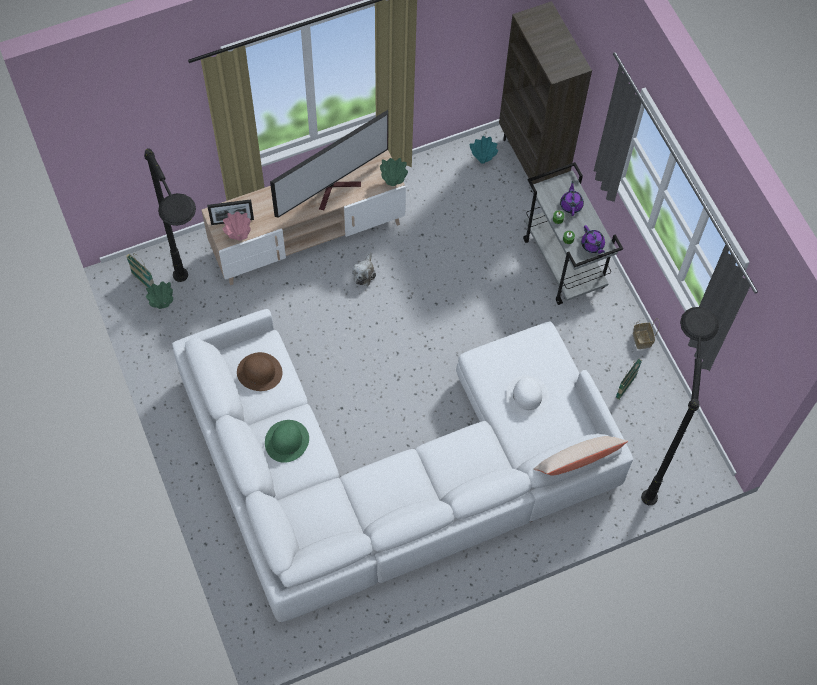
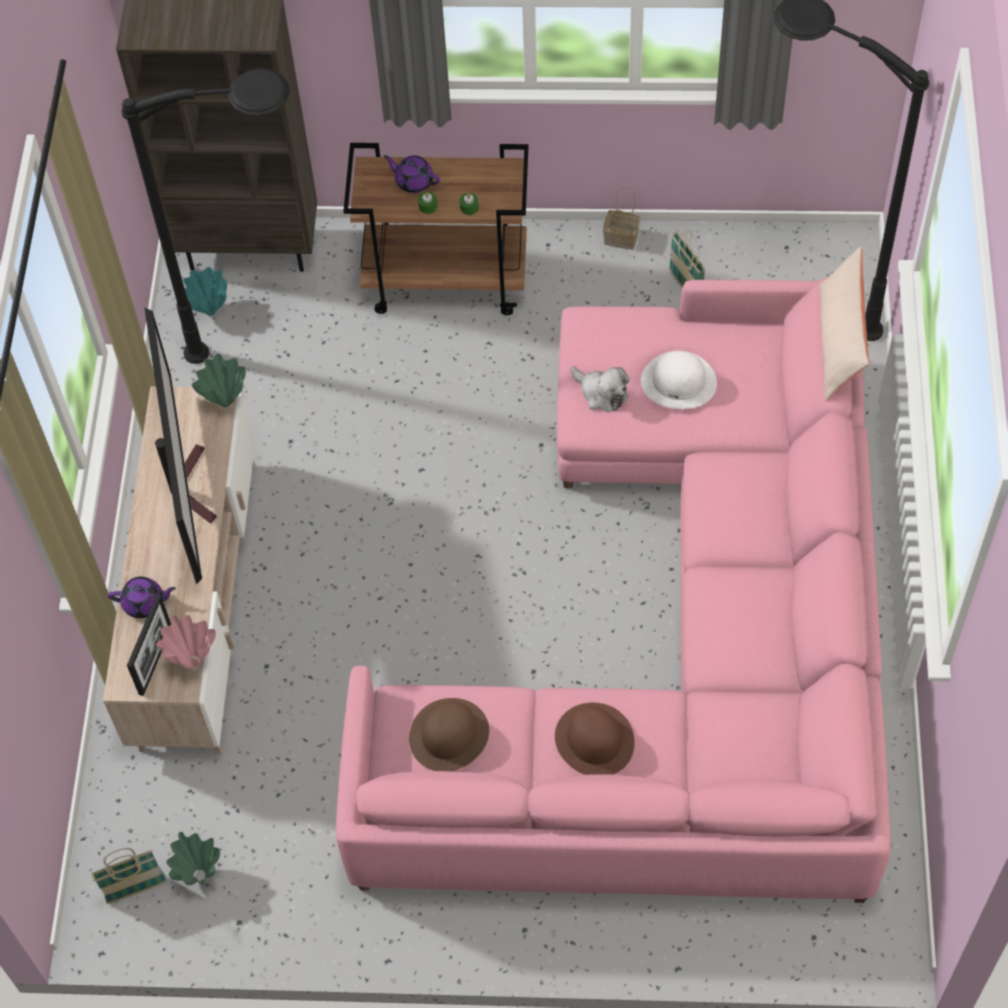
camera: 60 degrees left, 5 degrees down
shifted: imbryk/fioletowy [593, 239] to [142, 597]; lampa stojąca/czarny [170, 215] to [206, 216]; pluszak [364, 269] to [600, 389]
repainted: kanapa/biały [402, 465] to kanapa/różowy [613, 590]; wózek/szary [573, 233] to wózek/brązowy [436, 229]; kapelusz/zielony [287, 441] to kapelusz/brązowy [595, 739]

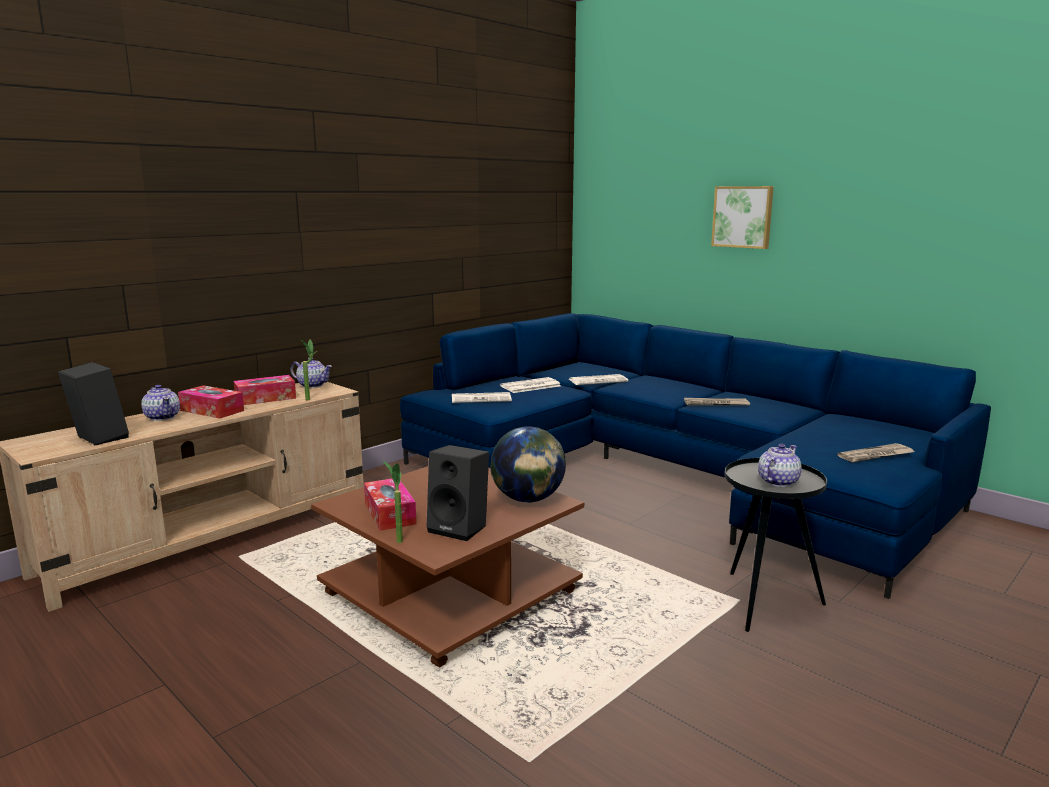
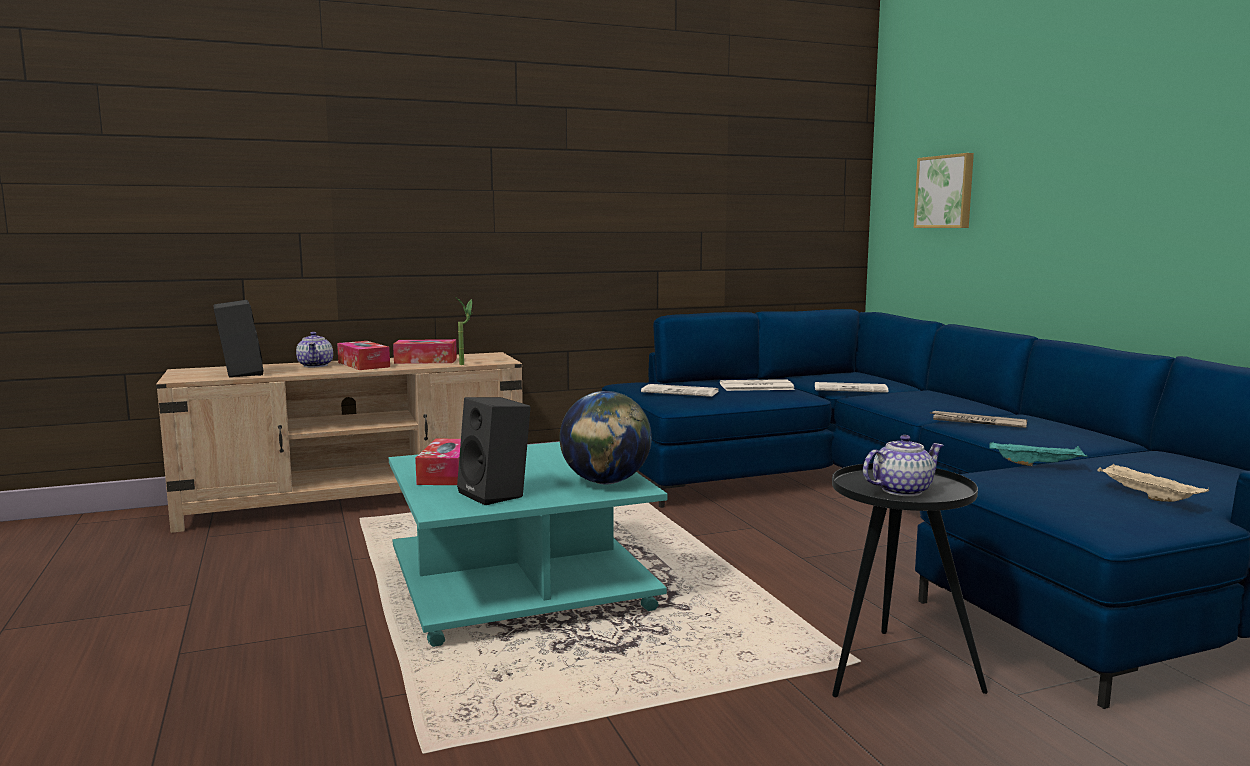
camera: 25 degrees right, 5 degrees down
gone: imbryk [311, 372]; roślina doniczkowa [393, 502]
new: taca/turkusowy [1038, 453]
shifted: obraz [742, 217] to [944, 190]
swapped: gazeta [876, 452] to taca/beżowy [1153, 482]
repainted: ława/brązowy [447, 566] to ława/turkusowy [528, 544]

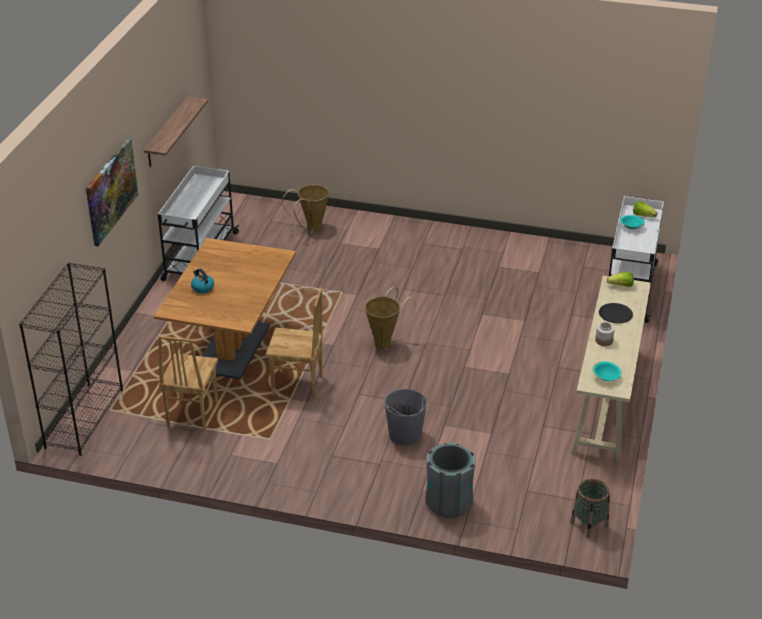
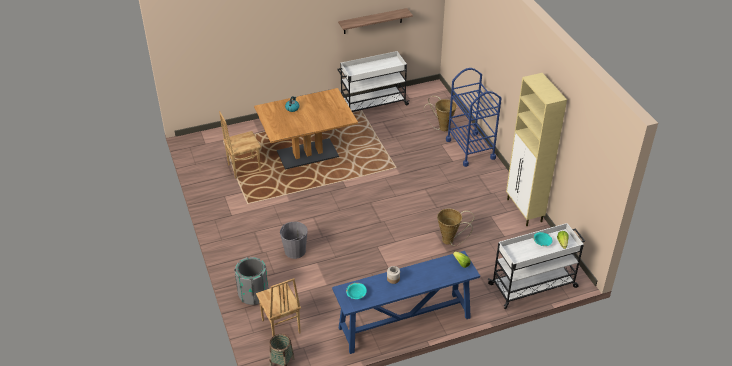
camera: 55 degrees right, 5 degrees up
gone: regał/czarny [71, 359]; obraz [112, 192]; talerz/czarny [616, 313]
new: wózek/niebieski [473, 117]; szafka/beżowy [536, 149]
shifted: krzesło/brązowy [294, 343] to [278, 307]; koszyk [390, 318] to [455, 227]
repainted: stolik konsolowy/beżowy [611, 369] to stolik konsolowy/niebieski [406, 302]

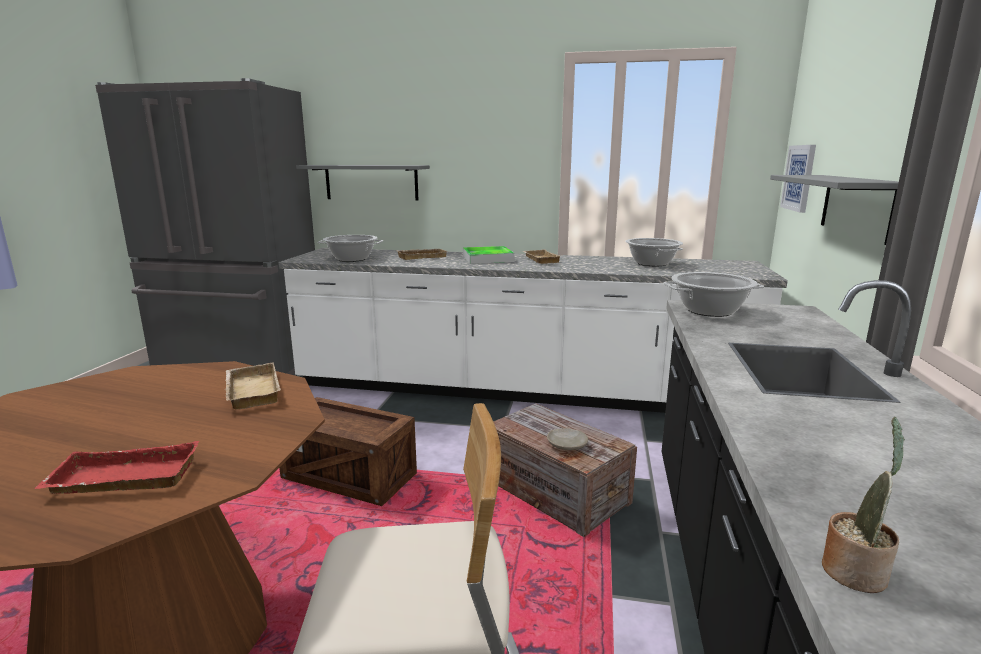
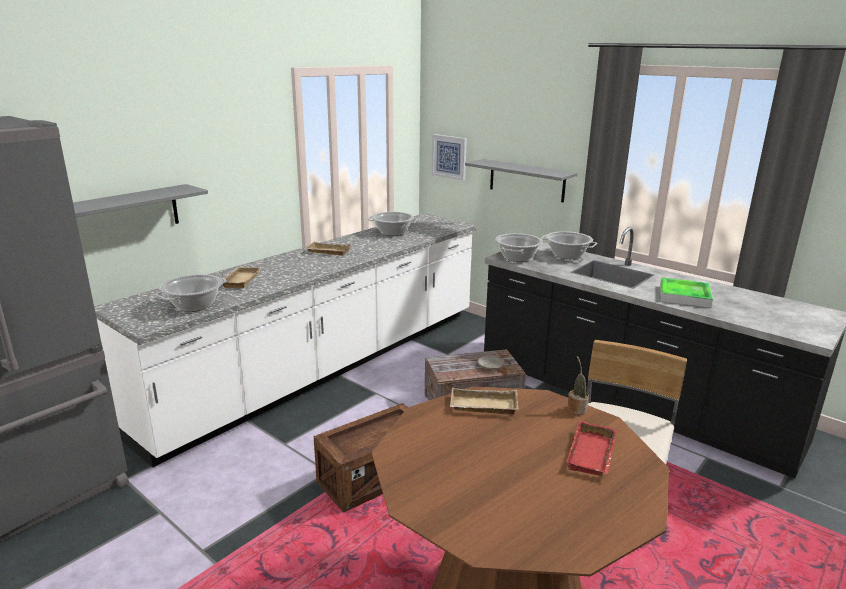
camera: 60 degrees left, 5 degrees up
new: garnek [569, 245]
shifted: roślina doniczkowa [863, 505] to [578, 385]; taca [489, 255] to [686, 292]

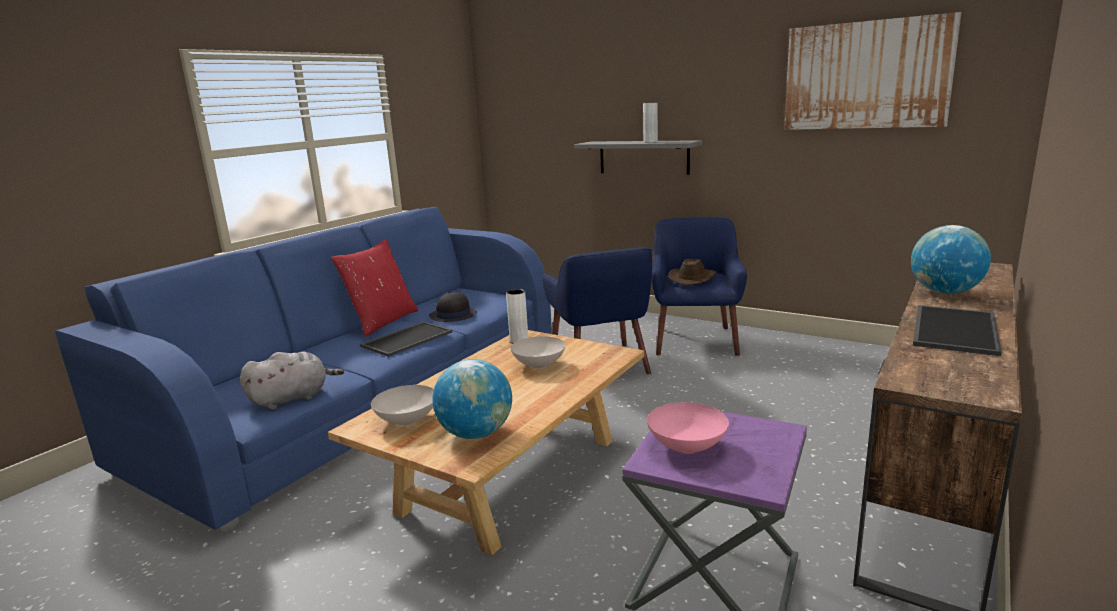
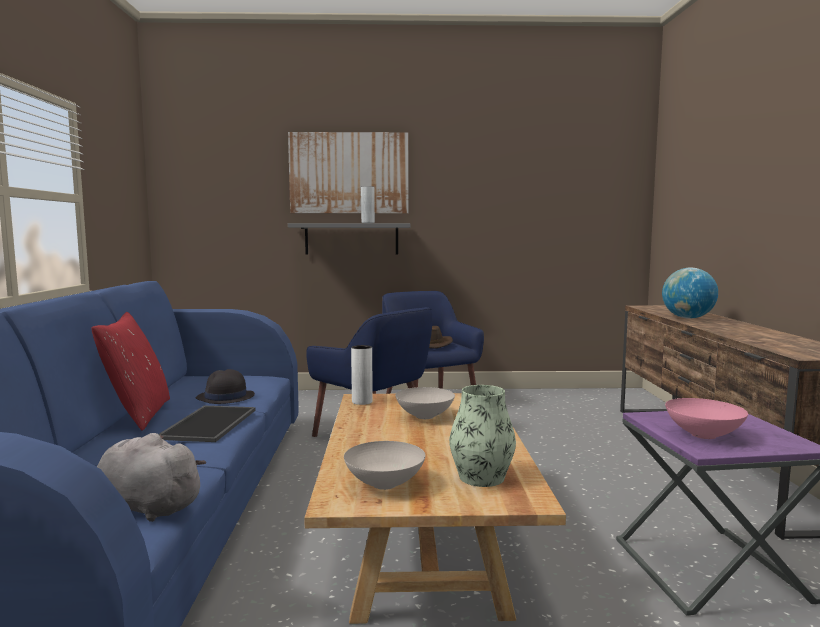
camera: 35 degrees left, 10 degrees down
gone: taca [957, 330]
shifted: obraz [873, 71] to [348, 172]
swapped: globus [472, 399] to wazon [482, 436]
rotated: pluszak/szary [292, 381] = [151, 477] 90 degrees counterclockwise

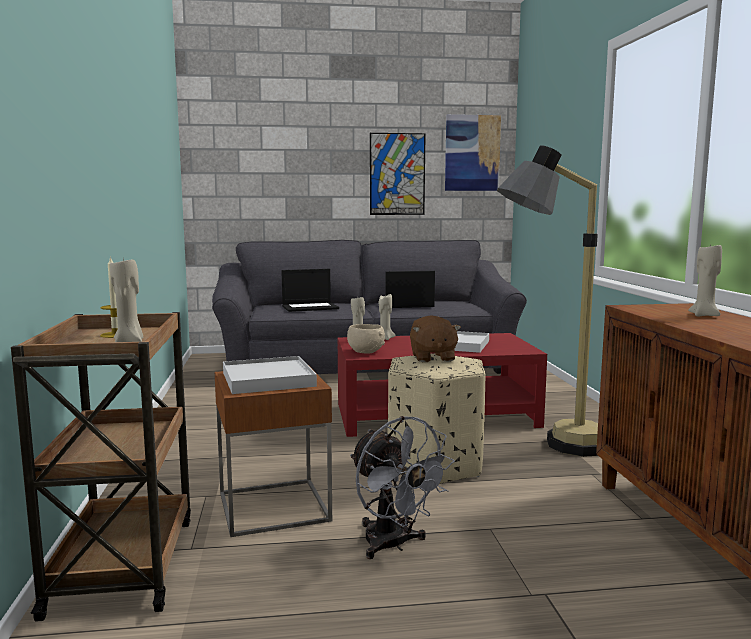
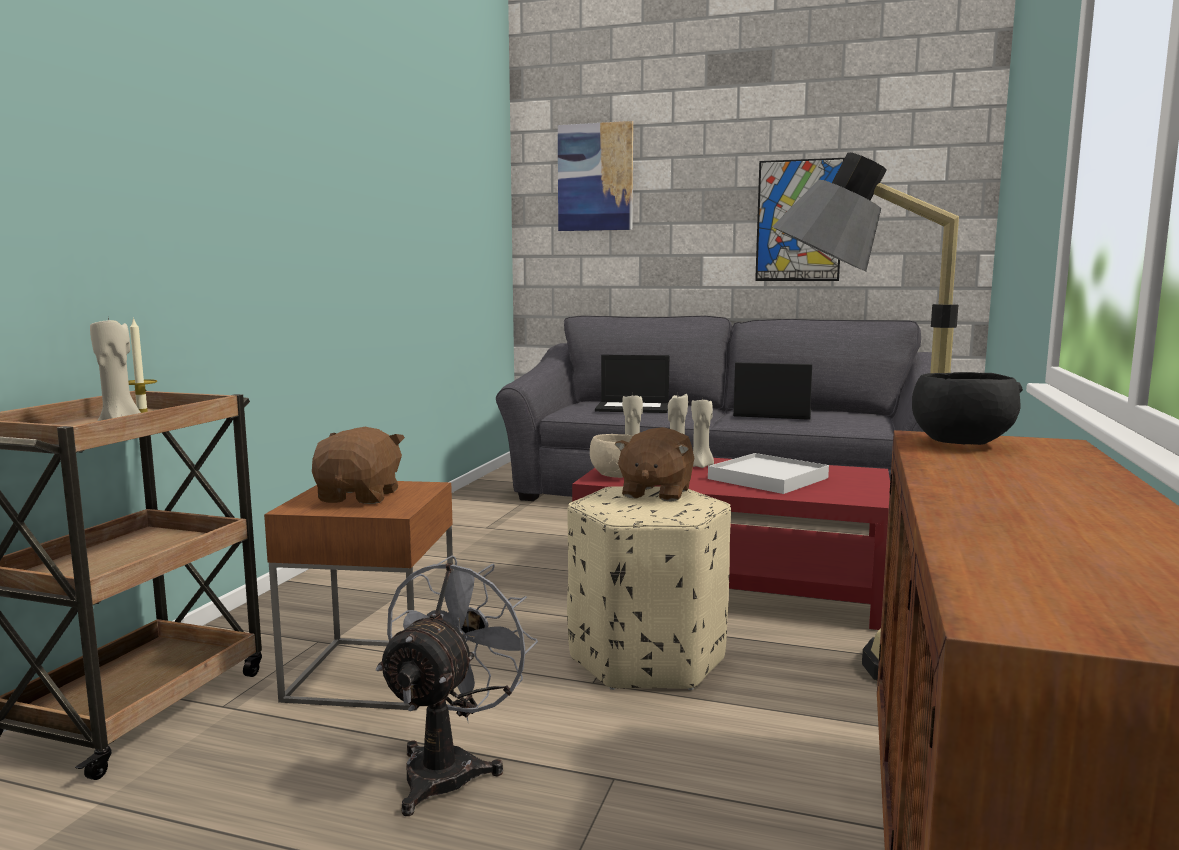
camera: 25 degrees right, 0 degrees up
new: miska/czarny [967, 408]
shifted: obraz [473, 152] to [595, 176]; świeca/beżowy [705, 280] to [702, 434]
swapped: taca/biały [270, 375] to pluszak/brązowy [358, 465]
rotated: wentylator/szary [402, 487] = [457, 685] 150 degrees counterclockwise

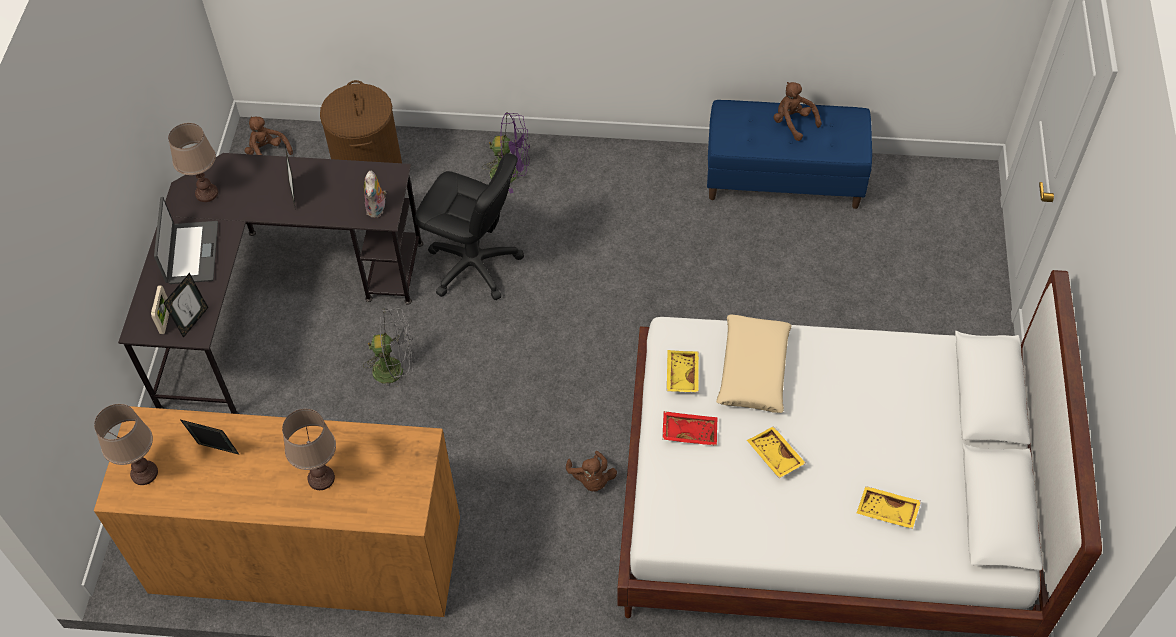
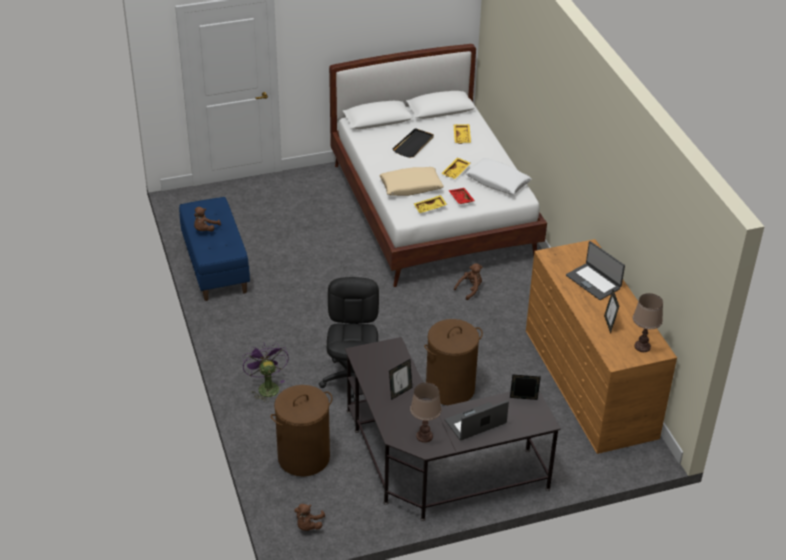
camera: 115 degrees left, 15 degrees down
gone: ramka na zdjęcie [160, 310]; pluszak [375, 194]
new: taca/czarny [413, 143]; poduszka/biały [498, 176]
swapped: wentylator/szary [389, 350] to kosz na pranie/brązowy [453, 362]; lampa stołowa/brązowy [309, 449] to laptop [595, 270]

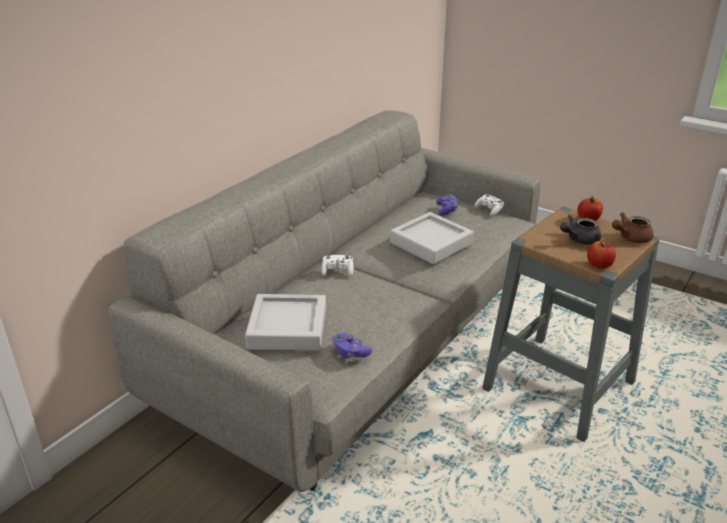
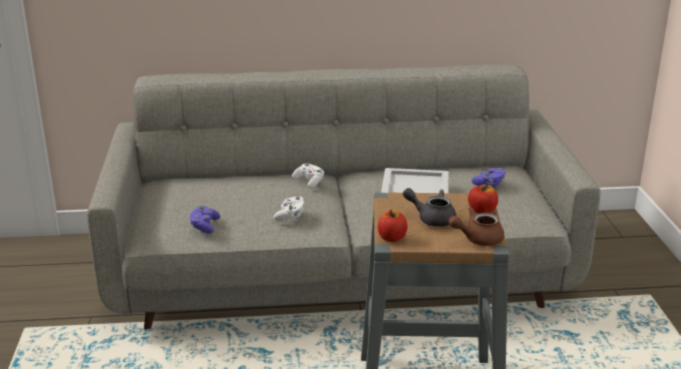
camera: 50 degrees right, 5 degrees down
gone: taca/szary [285, 322]
shifted: pad do gier/biały [489, 205] to [289, 208]
rotated: imbryk/brązowy [633, 227] = [476, 226] 45 degrees counterclockwise

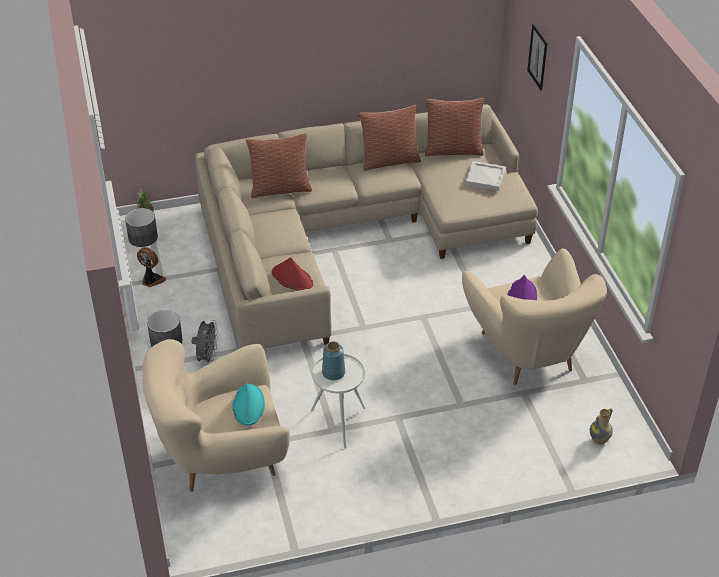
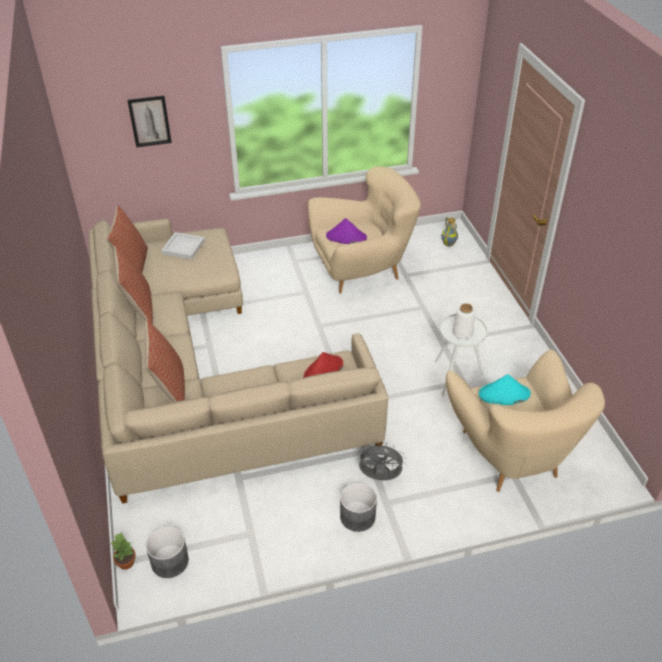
camera: 90 degrees left, 0 degrees up
gone: wentylator [151, 267]
repainted: wazon/niebieski [333, 360] to wazon/biały [463, 321]

